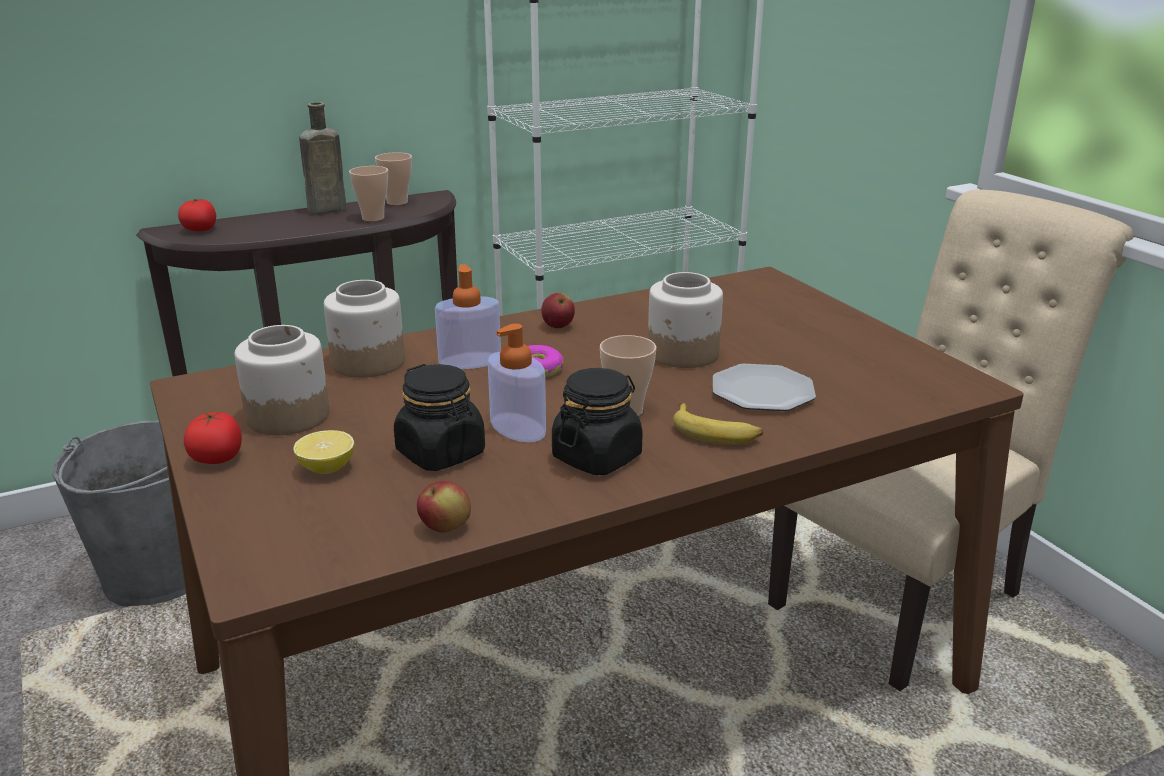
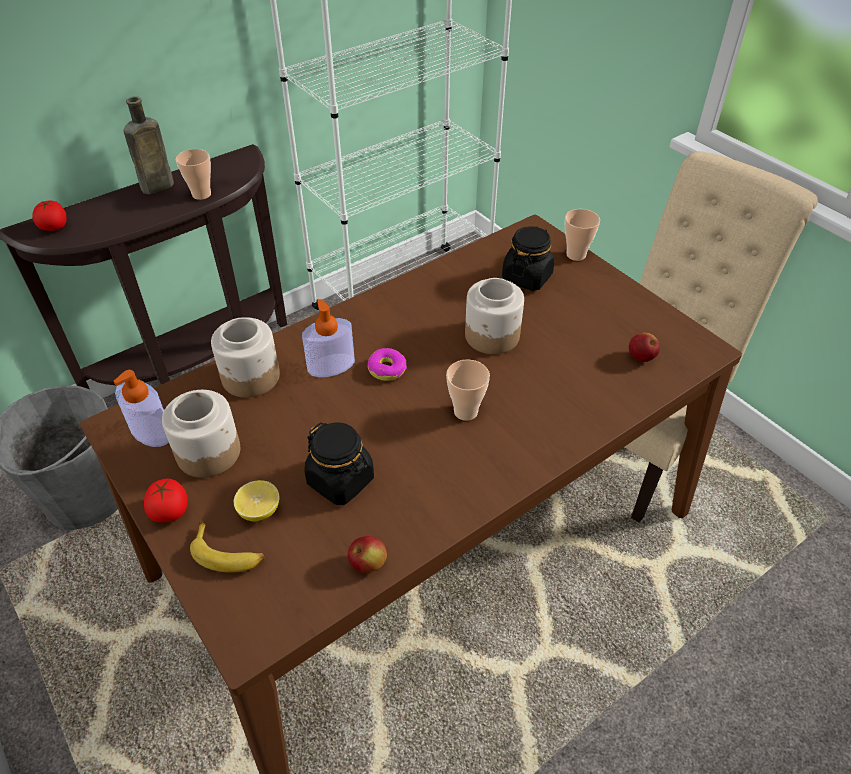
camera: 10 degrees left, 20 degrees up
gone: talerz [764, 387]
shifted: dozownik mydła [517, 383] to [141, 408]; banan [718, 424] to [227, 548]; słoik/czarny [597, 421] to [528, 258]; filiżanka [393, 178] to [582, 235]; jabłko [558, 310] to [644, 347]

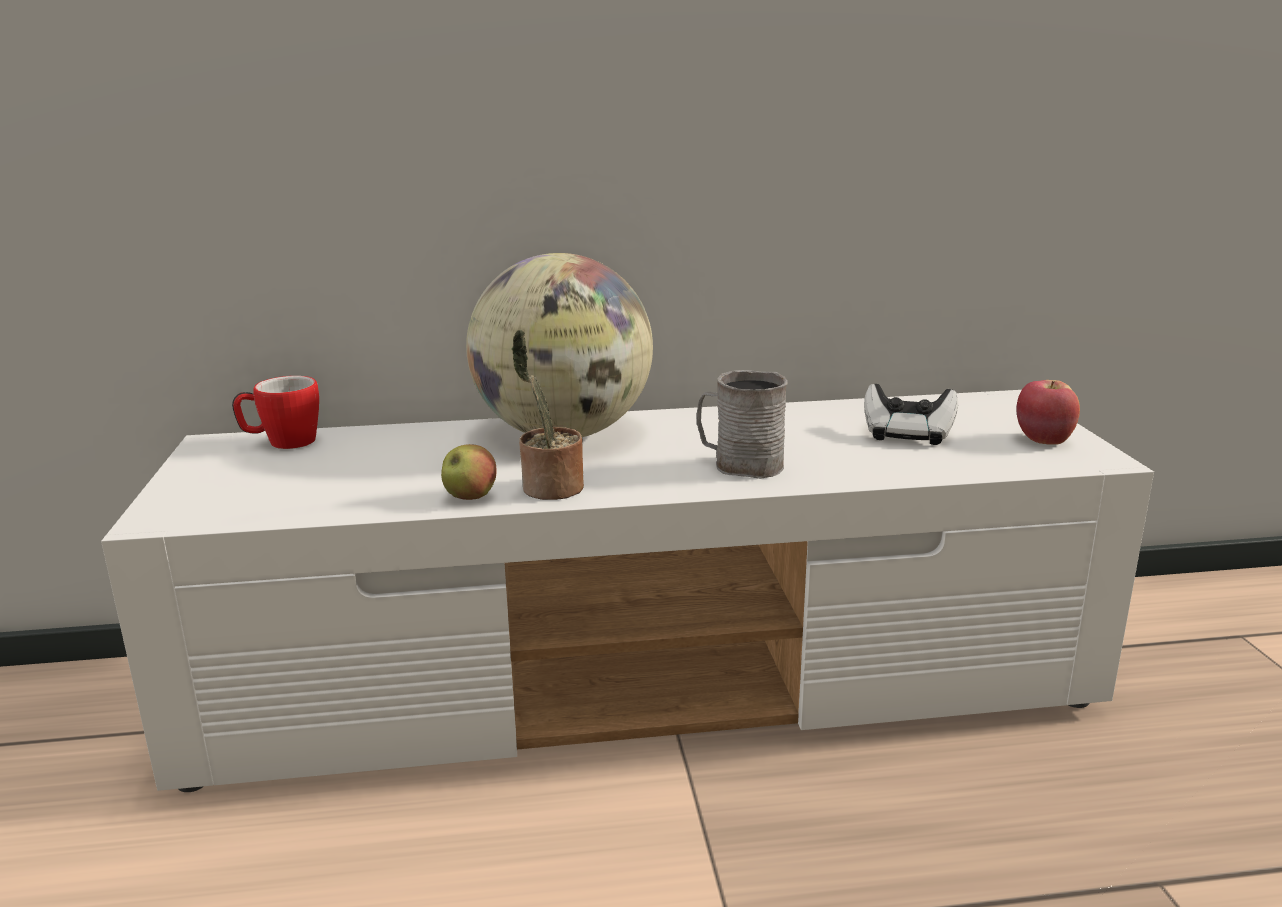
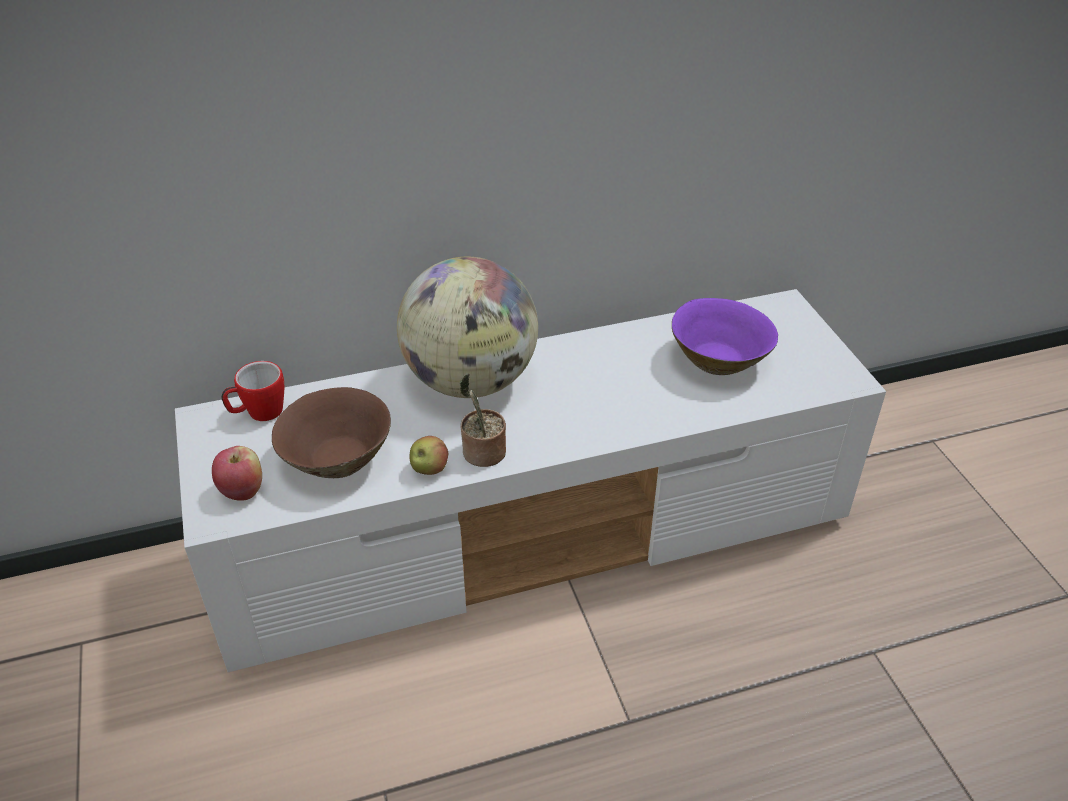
camera: 10 degrees left, 20 degrees up
gone: kubek/szary [742, 424]
new: miska/brązowy [331, 432]
shifted: jabłko [1048, 412] to [237, 473]
swapped: pad do gier [911, 414] to miska/fioletowy [725, 336]

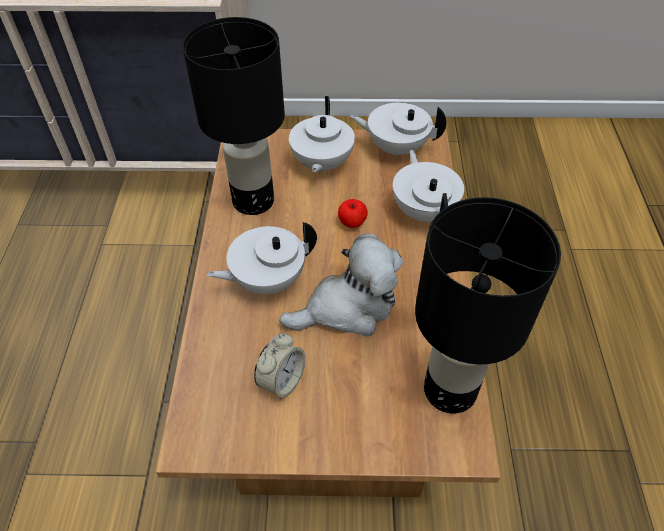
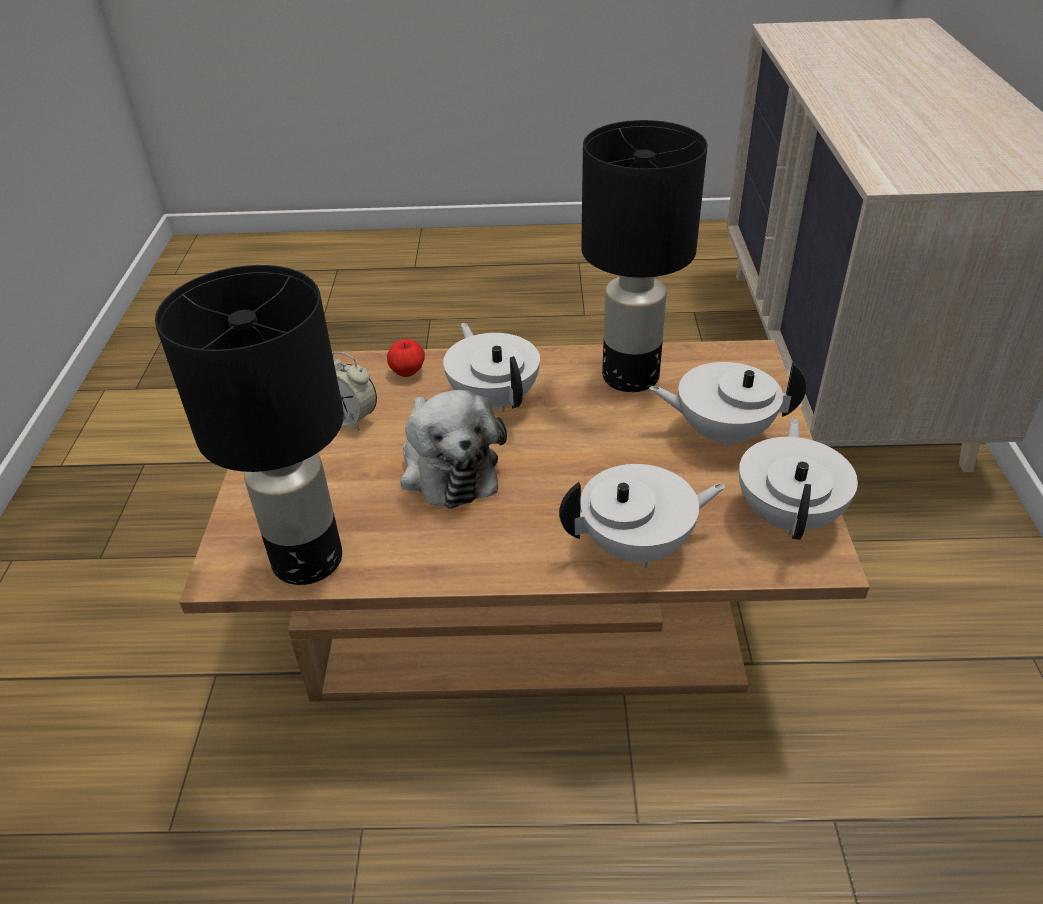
camera: 90 degrees right, 10 degrees down
shifted: jabłko [353, 213] to [406, 358]

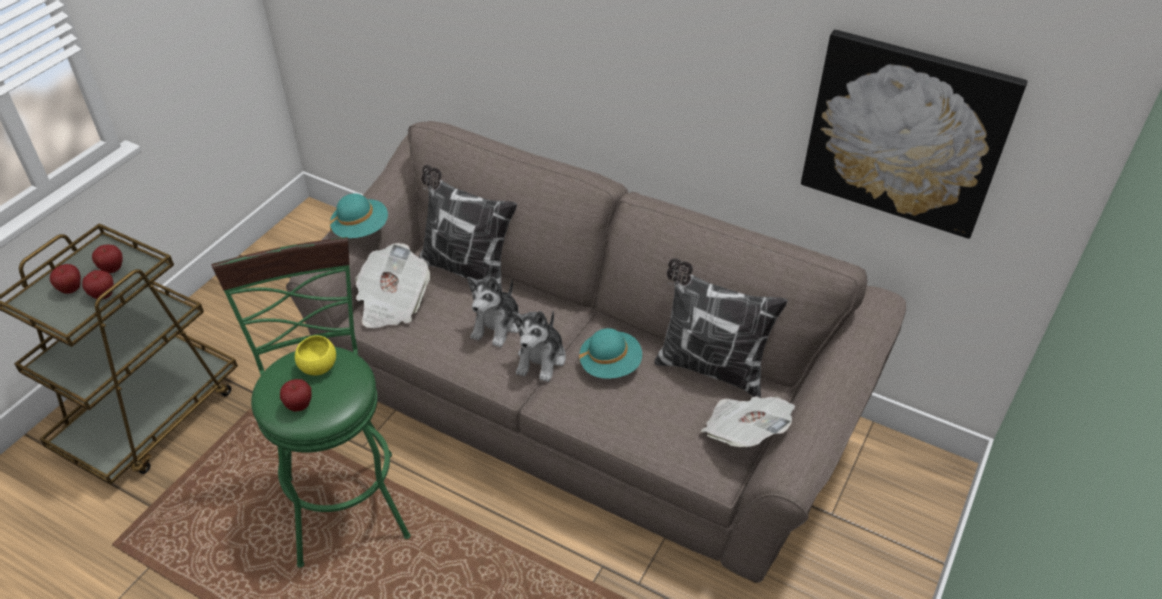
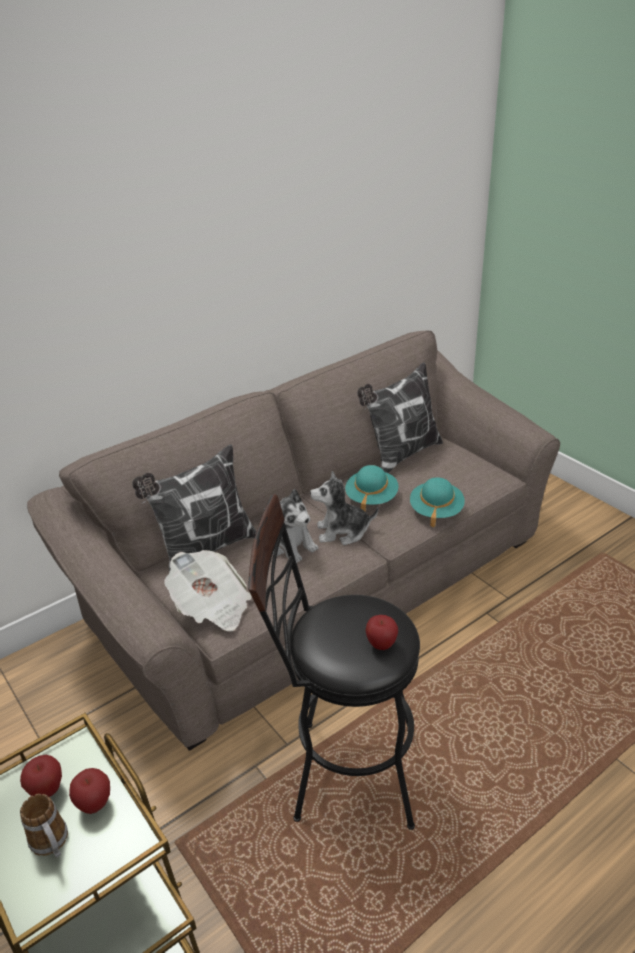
camera: 65 degrees left, 10 degrees down
gone: miska/żółty [315, 355]; gazeta [748, 421]; obraz [914, 134]
shifted: kapelusz/turkusowy [359, 215] to [437, 502]
swapped: jabłko [65, 279] to kubek [44, 826]
repainted: stołek/zielony [311, 402] to stołek/czarny [334, 662]
rotated: pluszak [539, 346] = [344, 508] 135 degrees clockwise

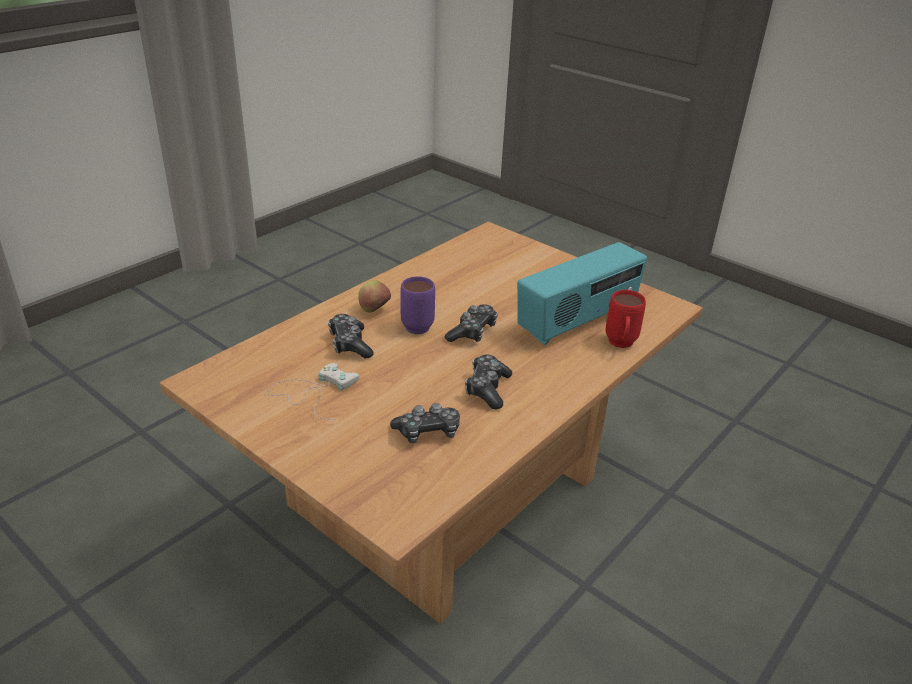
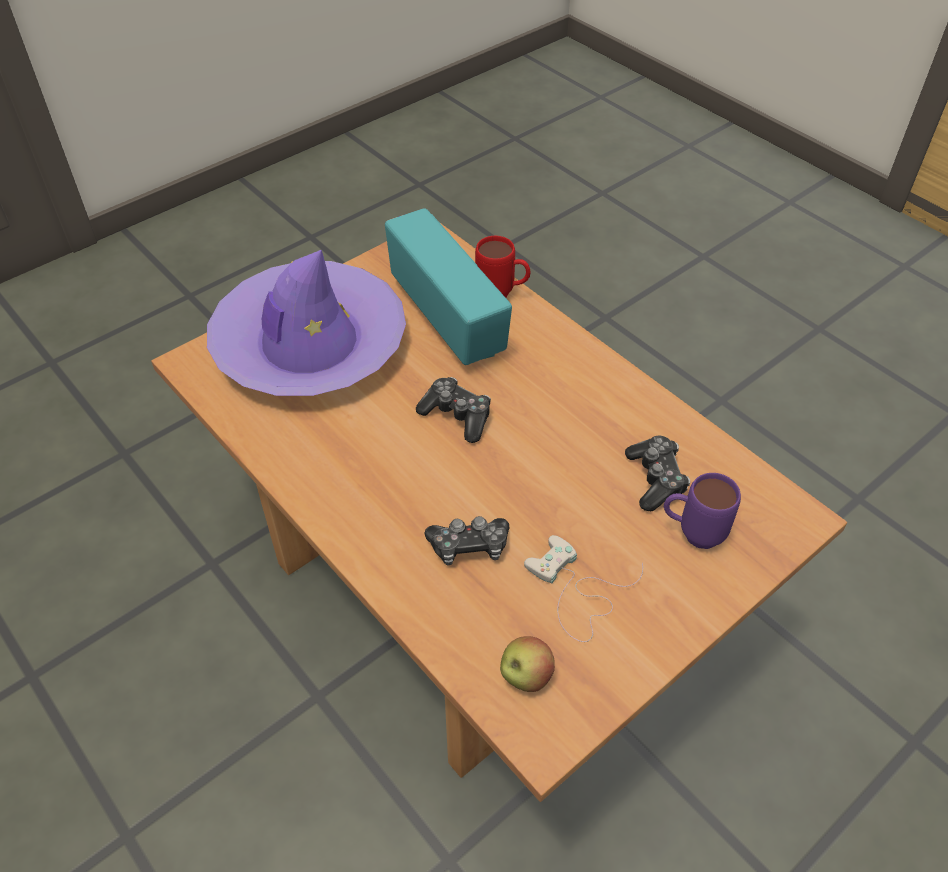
camera: 80 degrees left, 15 degrees up
gone: pad do gier [488, 382]
new: kapelusz/fioletowy [306, 323]
shifted: jabłko [374, 296] to [527, 664]; kubek/fioletowy [418, 305] to [702, 511]

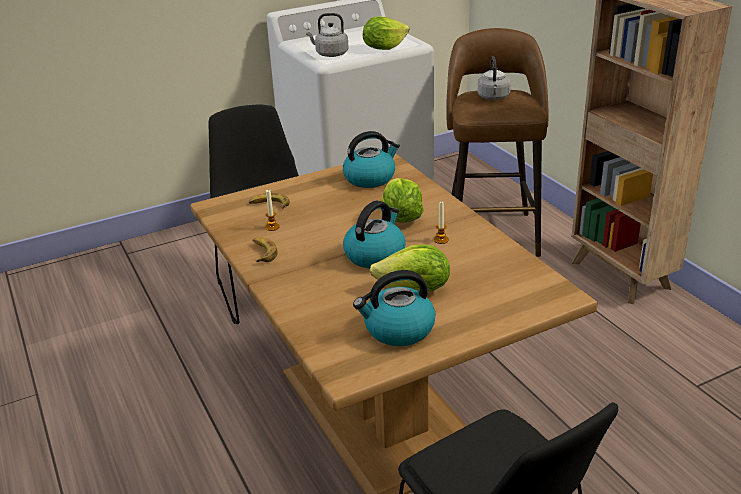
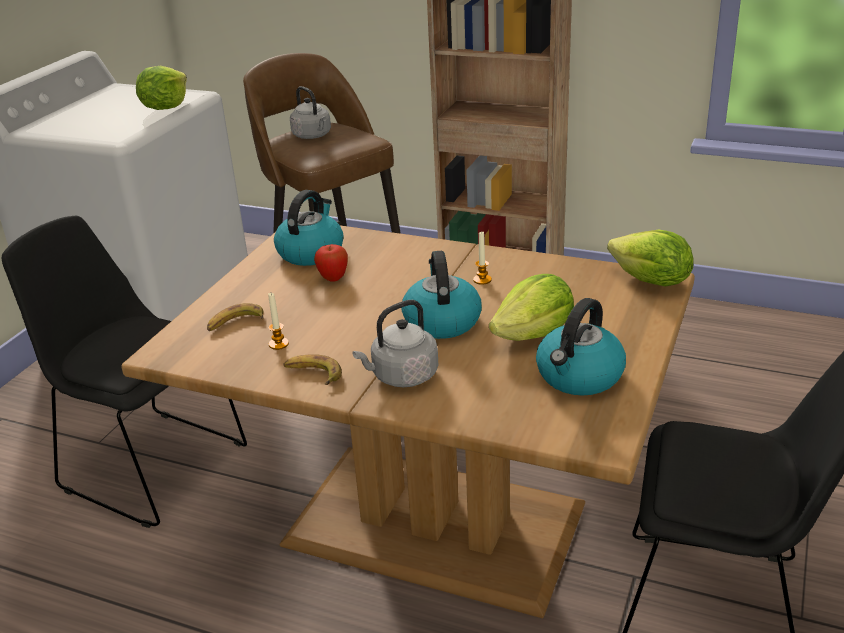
camera: 40 degrees left, 0 degrees up
new: jabłko [331, 263]
shifted: czajnik/szary [327, 35] to [395, 343]; sałata [402, 200] to [650, 258]

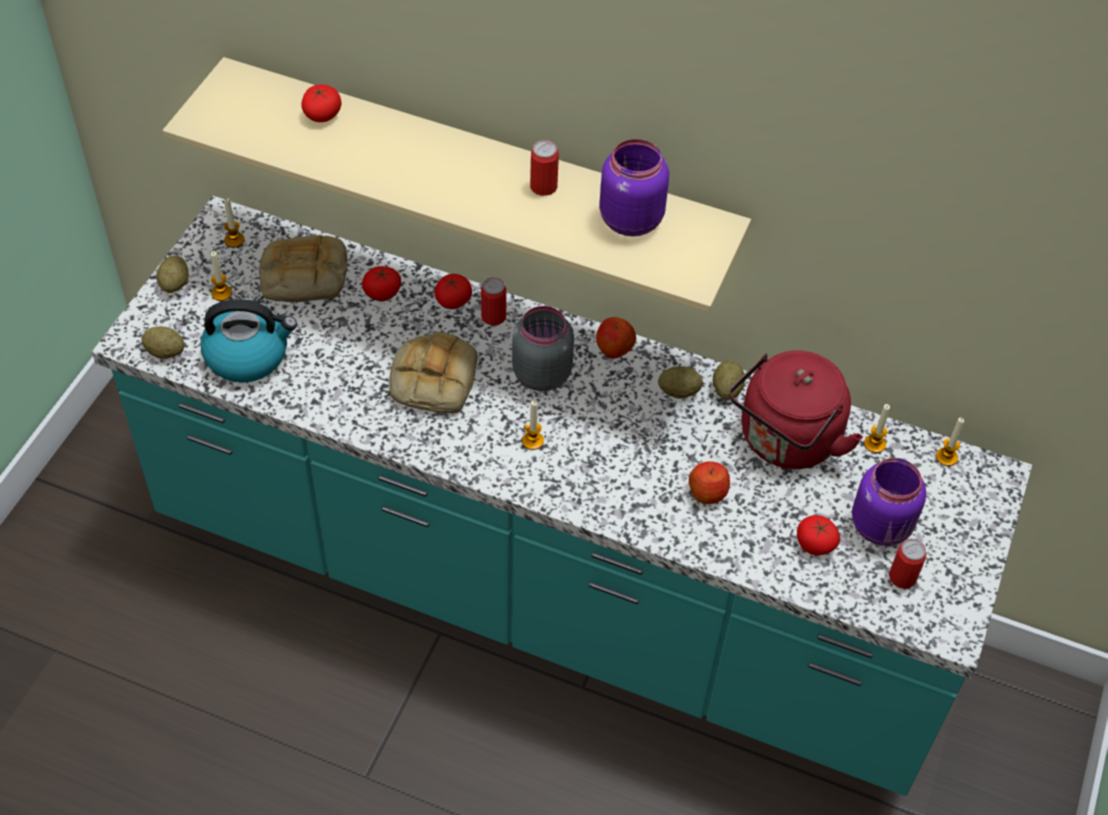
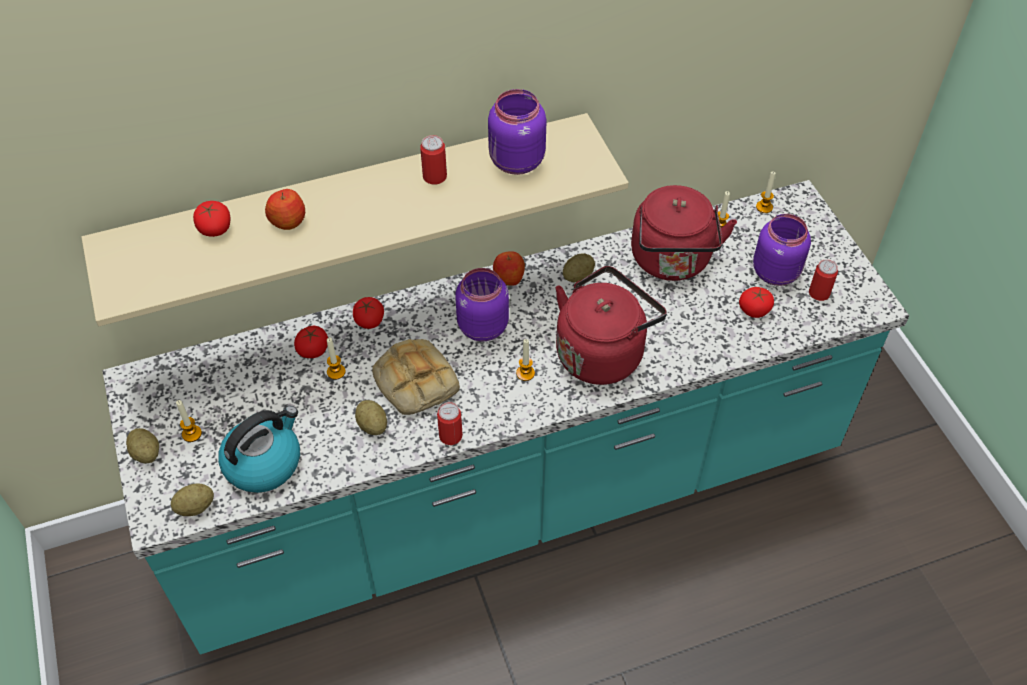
camera: 40 degrees left, 0 degrees up
gone: chleb [303, 268]
new: czajnik/czerwony [611, 325]
shifted: jabłko [709, 482] to [285, 209]; świeca [234, 223] to [336, 358]; ziemniak [729, 380] to [371, 417]; puszka [493, 301] to [450, 423]
repainted: słoik/szary [543, 348] to słoik/fioletowy [482, 304]

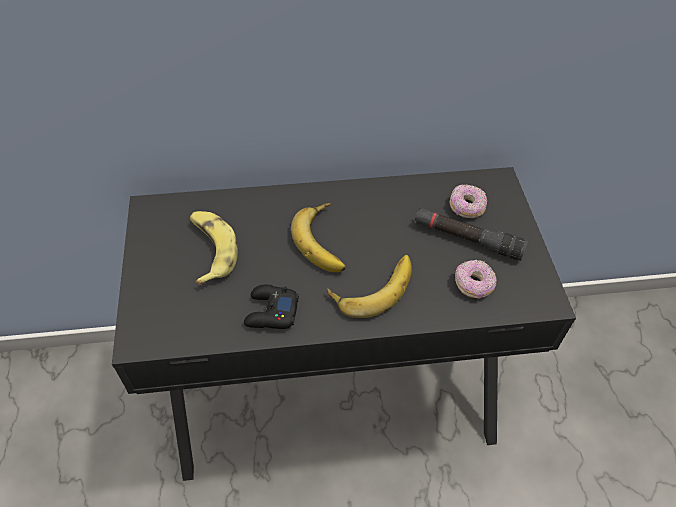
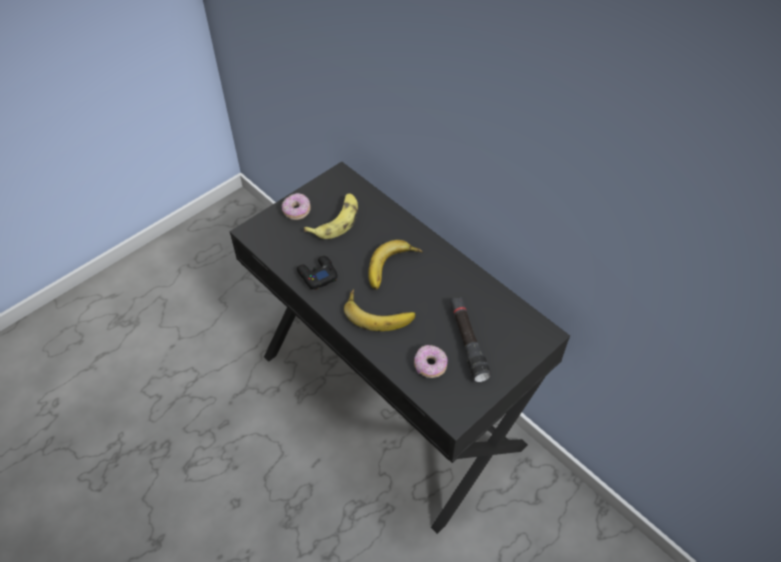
camera: 55 degrees right, 0 degrees up
shifted: donut [468, 201] to [296, 206]

